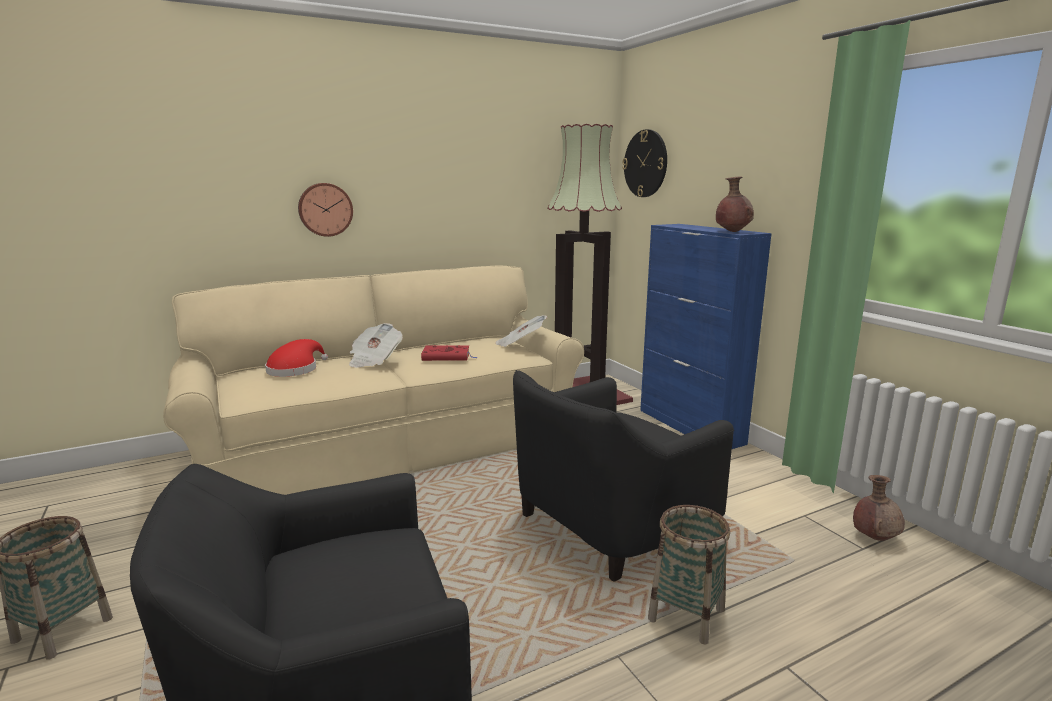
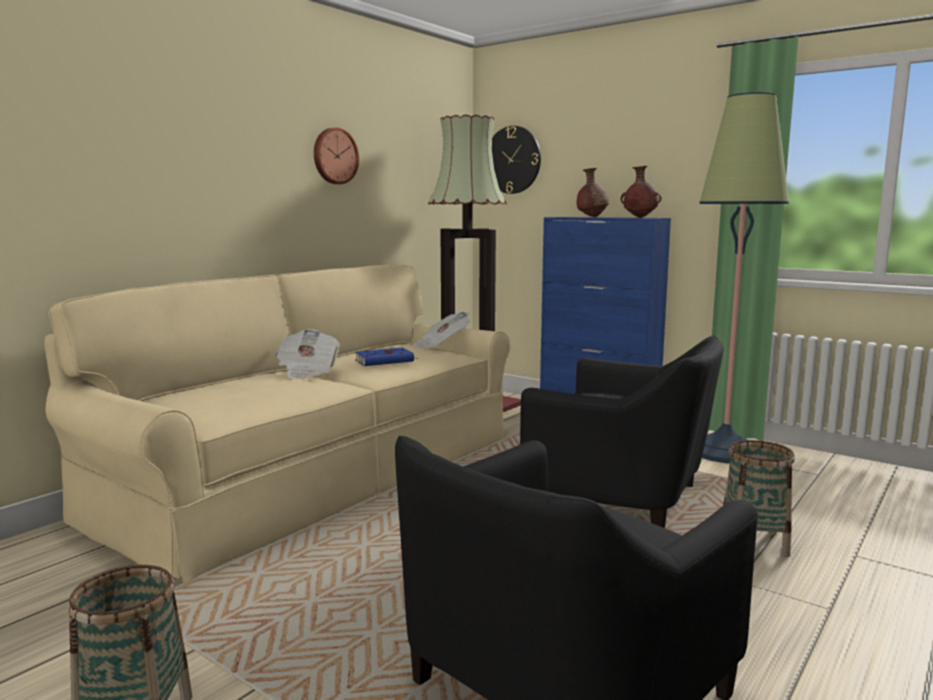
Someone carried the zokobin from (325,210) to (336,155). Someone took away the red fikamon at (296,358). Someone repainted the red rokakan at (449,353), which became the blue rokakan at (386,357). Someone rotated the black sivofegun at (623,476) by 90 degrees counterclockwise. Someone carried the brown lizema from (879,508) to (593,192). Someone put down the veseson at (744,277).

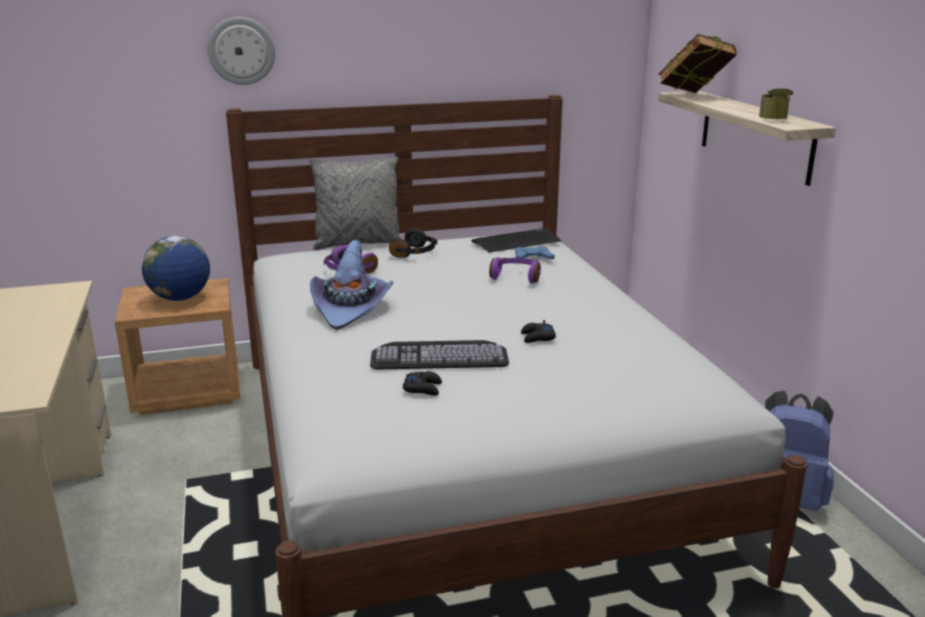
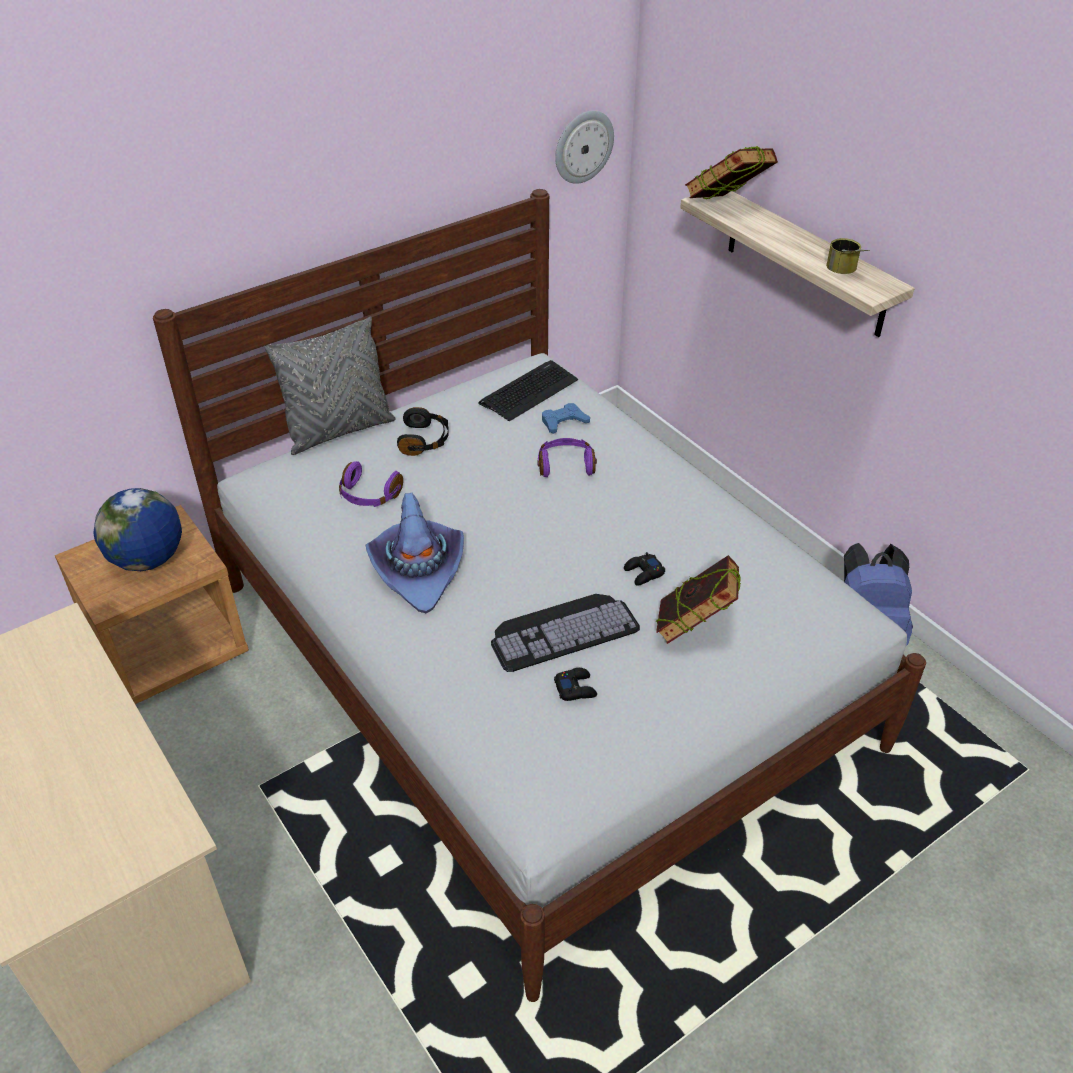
Someone carried the zokobin from (241,51) to (584,147). Someone put down the rokakan at (698,599).

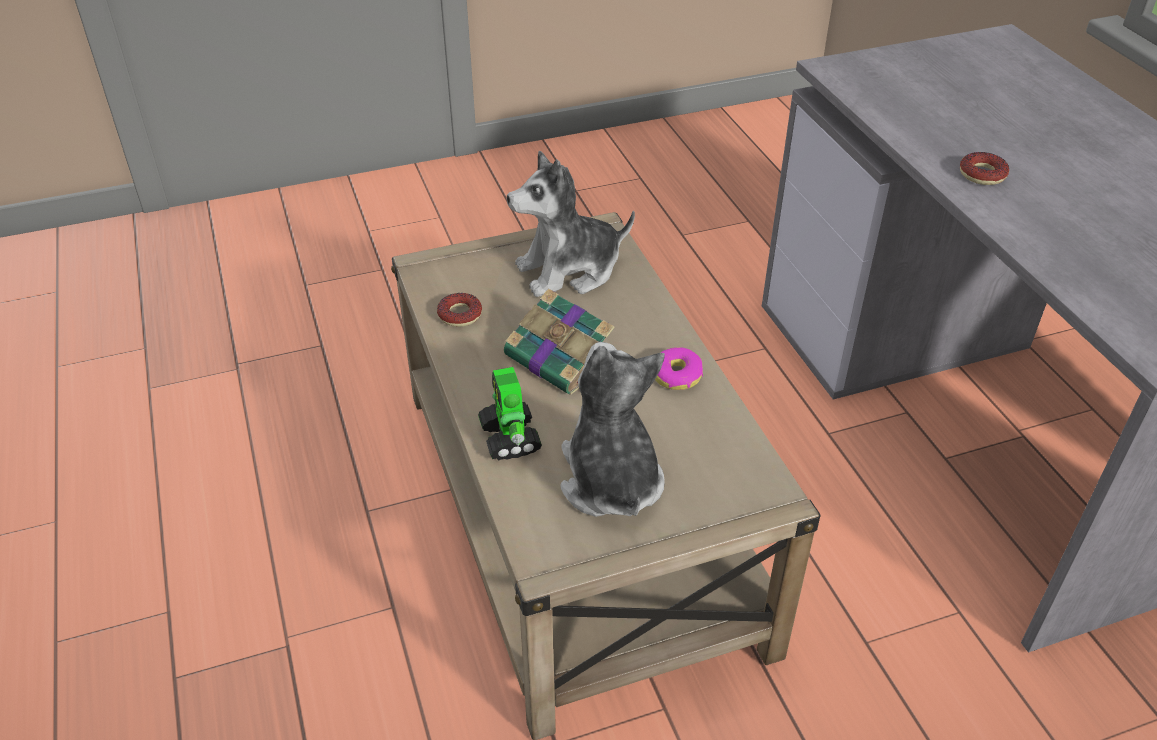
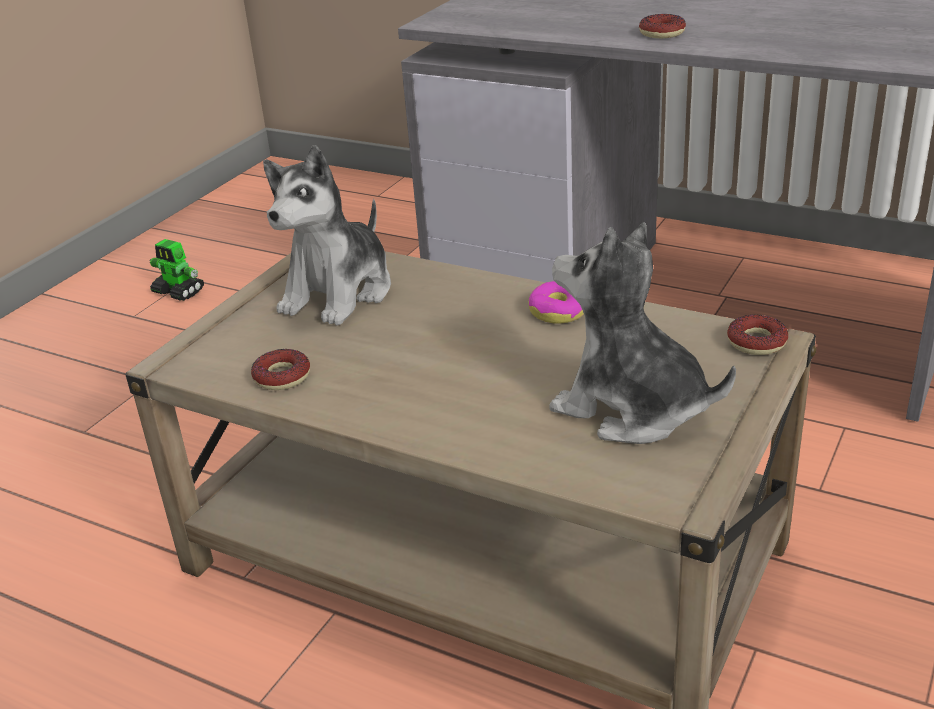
Someone took away the rokakan at (559,341). Someone carried the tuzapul from (510,414) to (176,270). Someone put down the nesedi at (757,335).

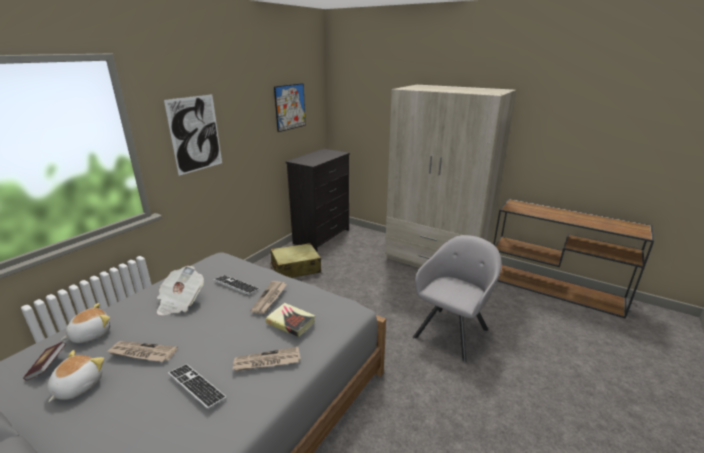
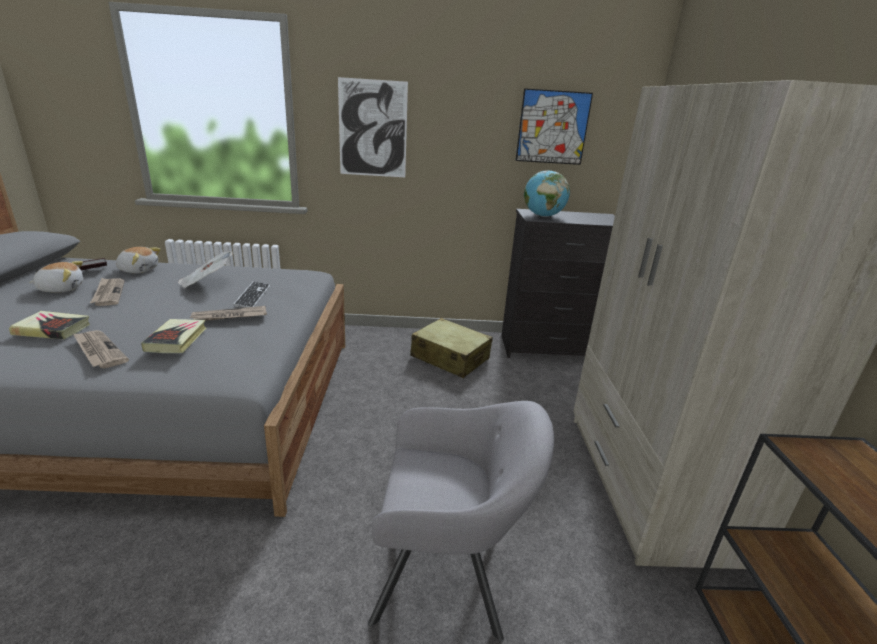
Someone swapped the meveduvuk at (197,387) for the rokakan at (49,325). Someone put down the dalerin at (547,193).

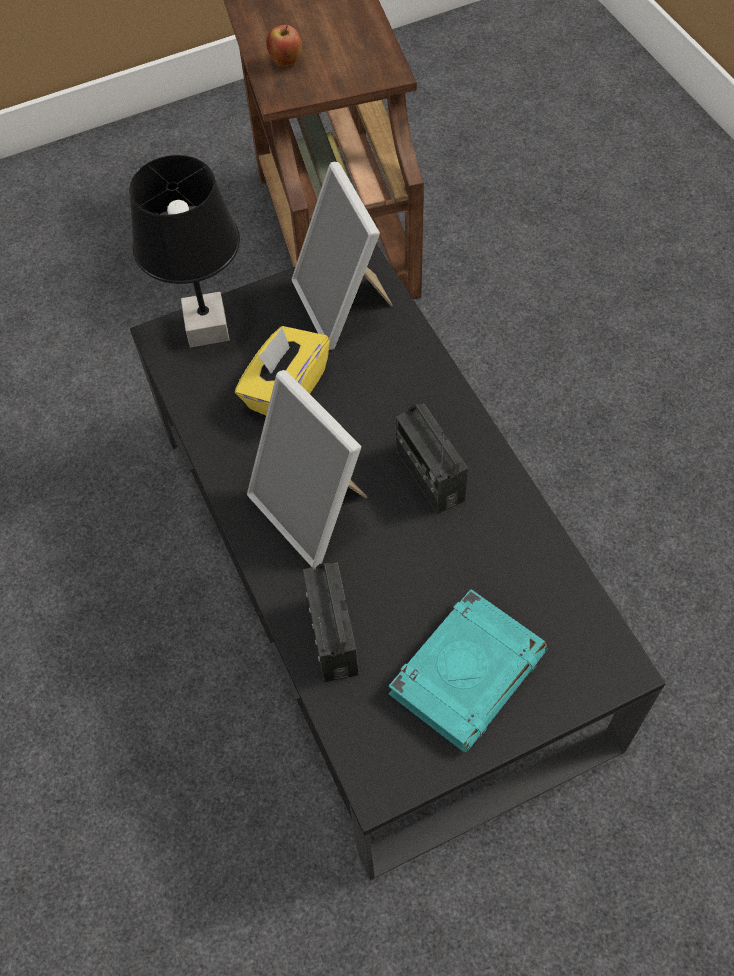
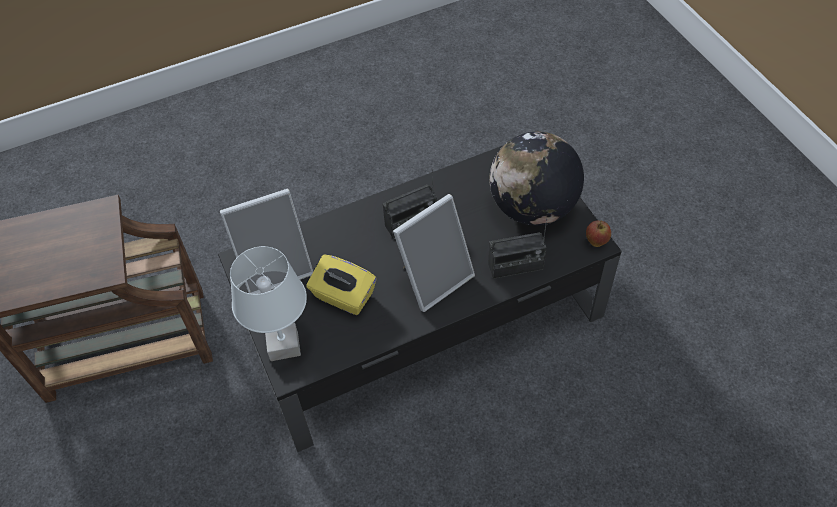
Someone carried the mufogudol from (284,46) to (598,233). Someone repainted the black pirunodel at (184,251), which became the white pirunodel at (268,303). Someone swapped the turquoise rokakan at (468,670) for the dalerin at (537,178).

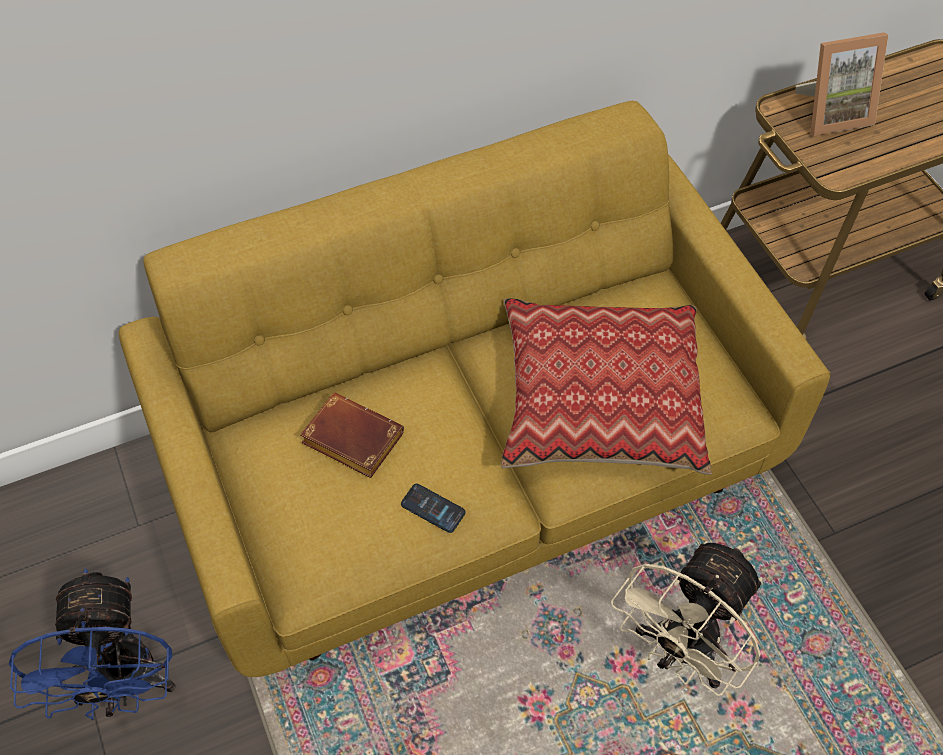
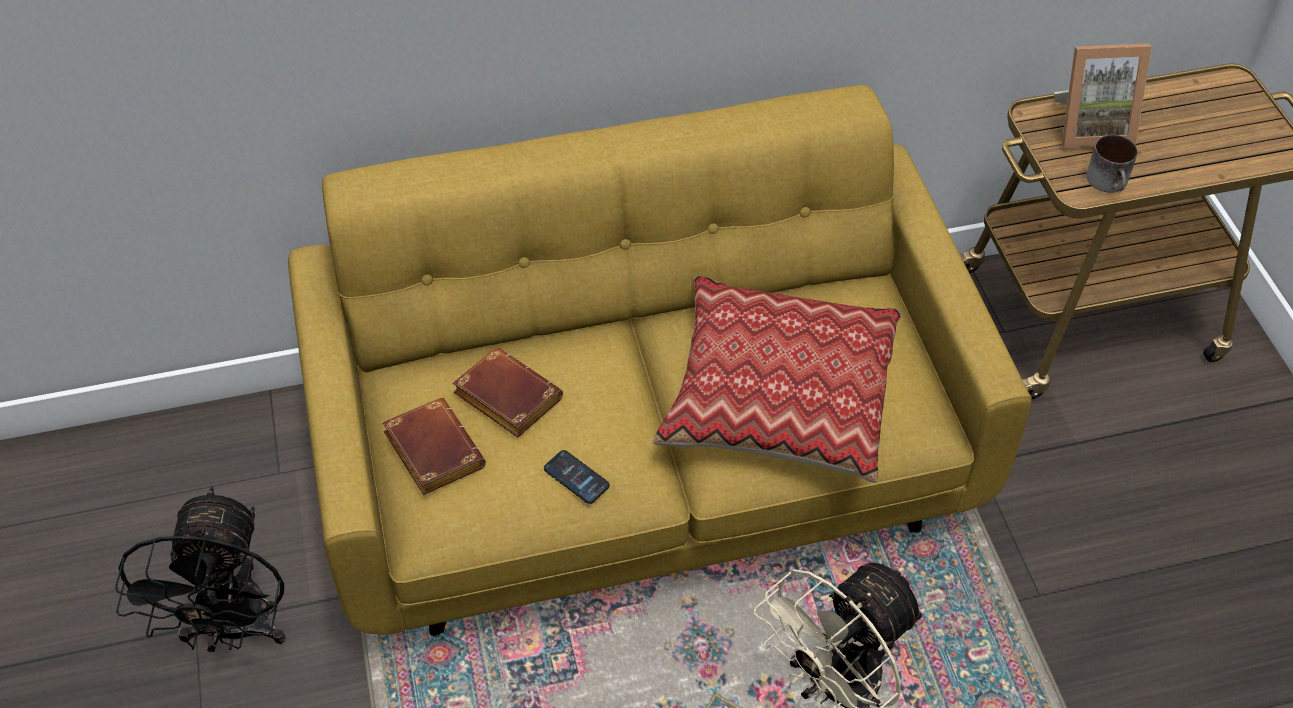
Someone repainted the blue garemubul at (92,644), which became the black garemubul at (200,569). Someone put down the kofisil at (1112,164). Someone put down the brown rokakan at (434,446).

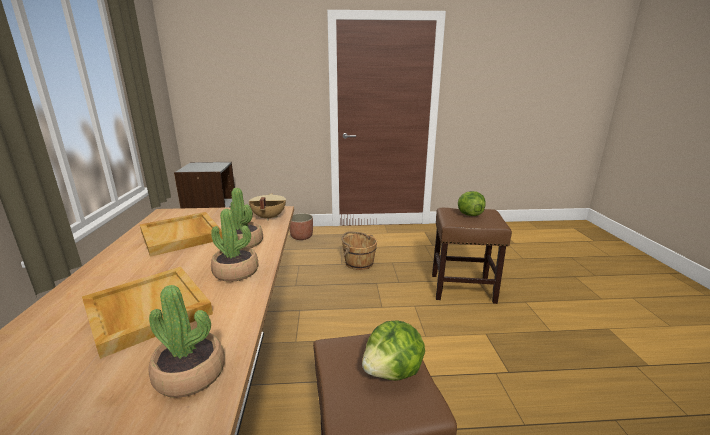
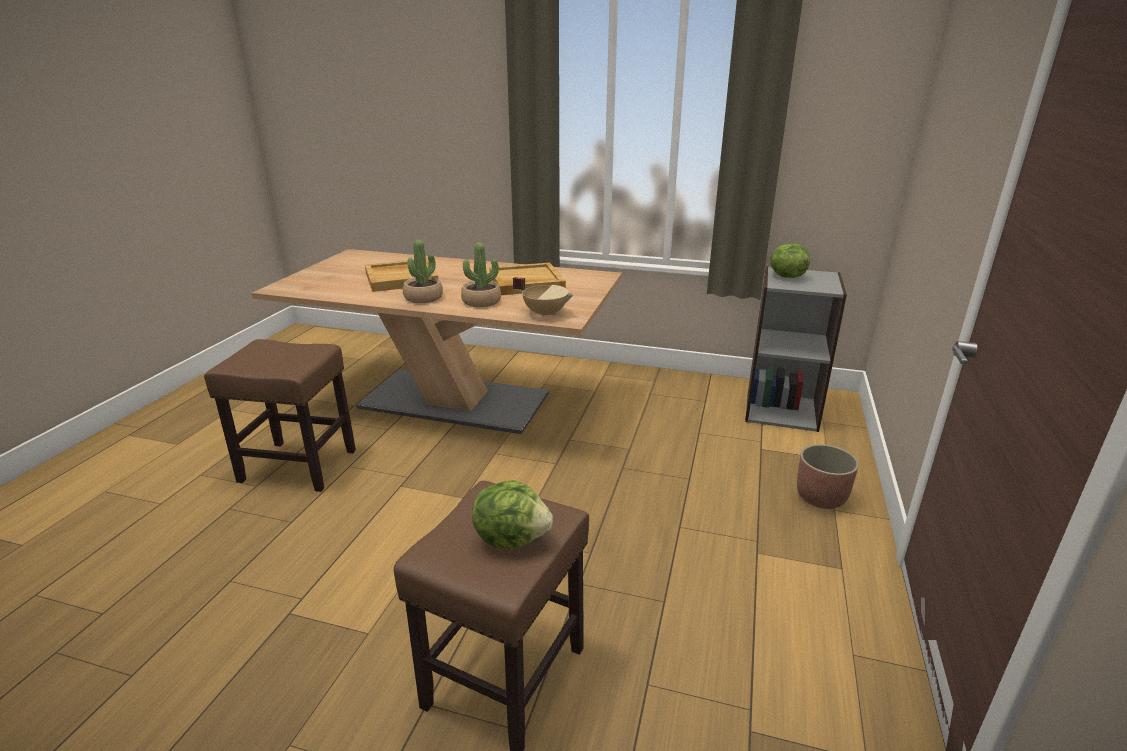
Someone took away the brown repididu at (359,250). Someone took away the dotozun at (186,341). Someone carried the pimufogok from (393,350) to (790,260).

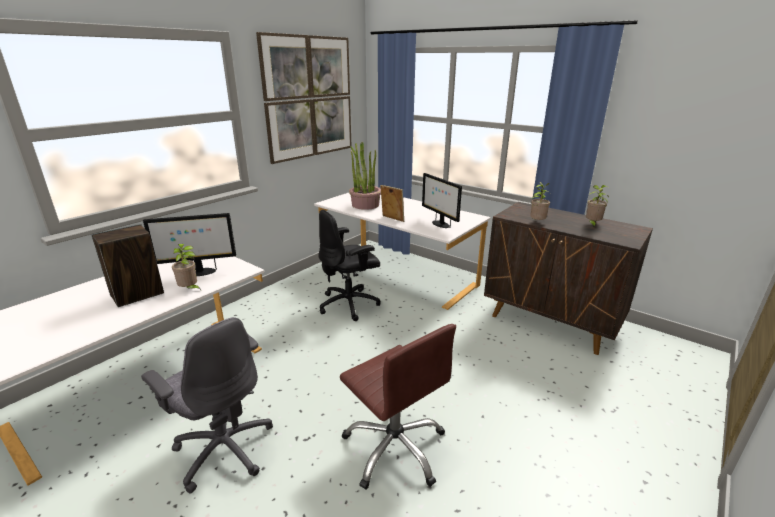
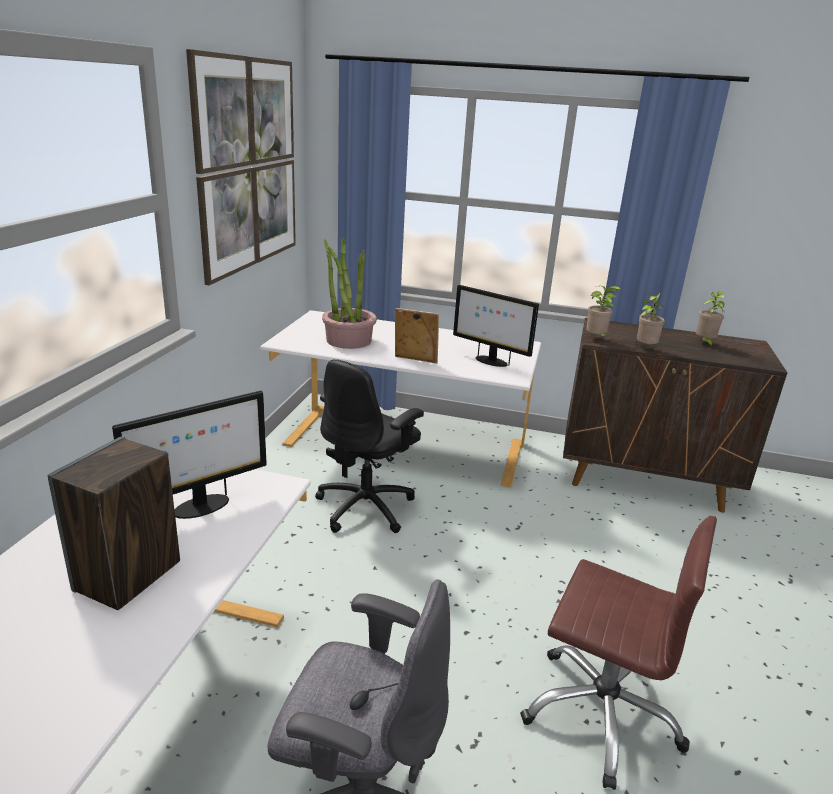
Someone carried the dotozun from (186,267) to (603,311).

